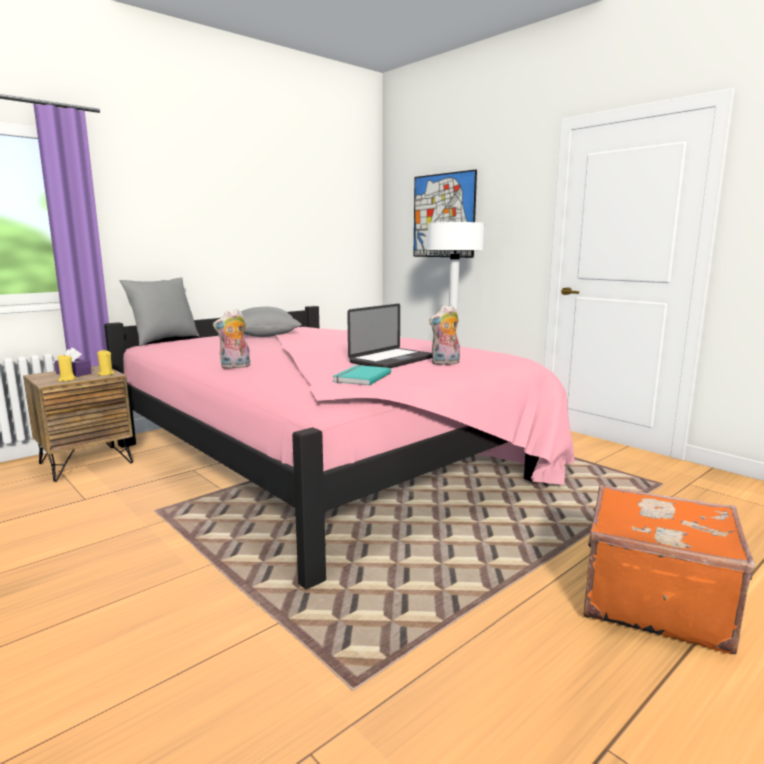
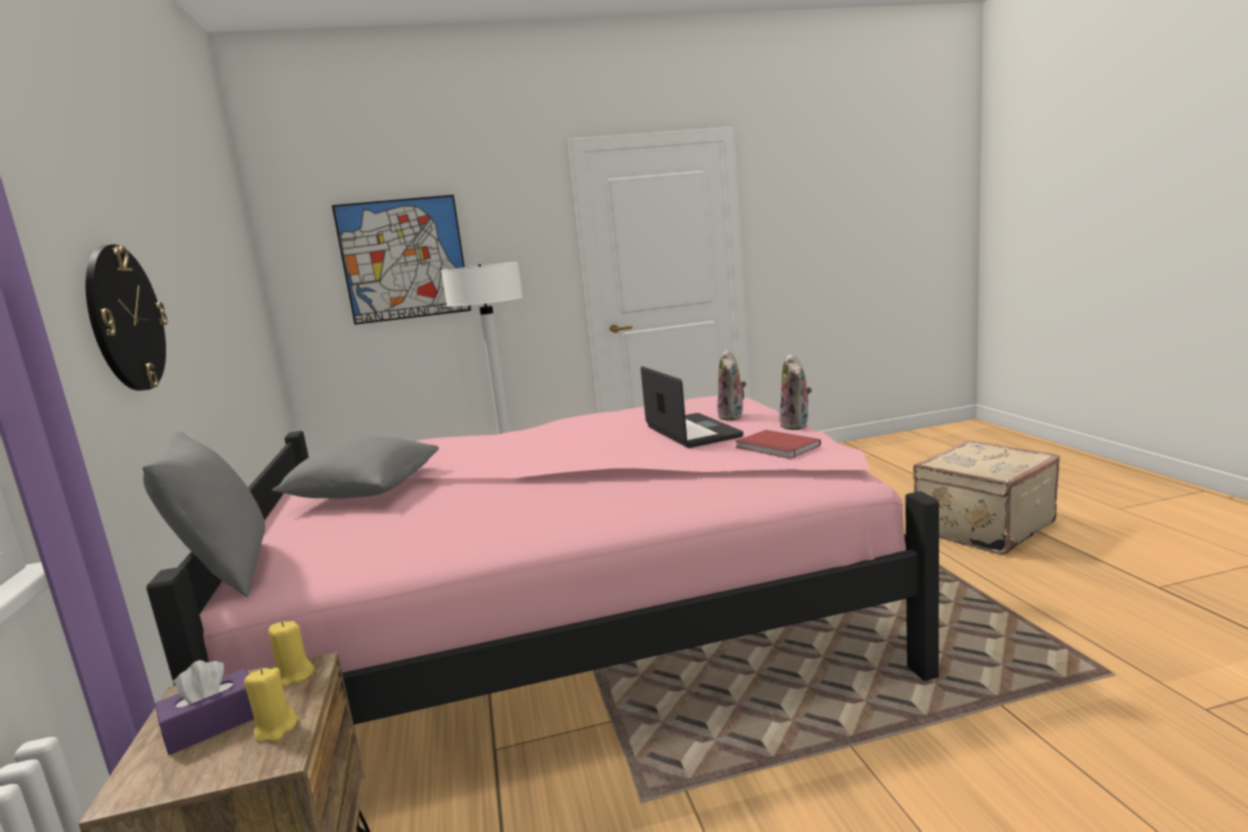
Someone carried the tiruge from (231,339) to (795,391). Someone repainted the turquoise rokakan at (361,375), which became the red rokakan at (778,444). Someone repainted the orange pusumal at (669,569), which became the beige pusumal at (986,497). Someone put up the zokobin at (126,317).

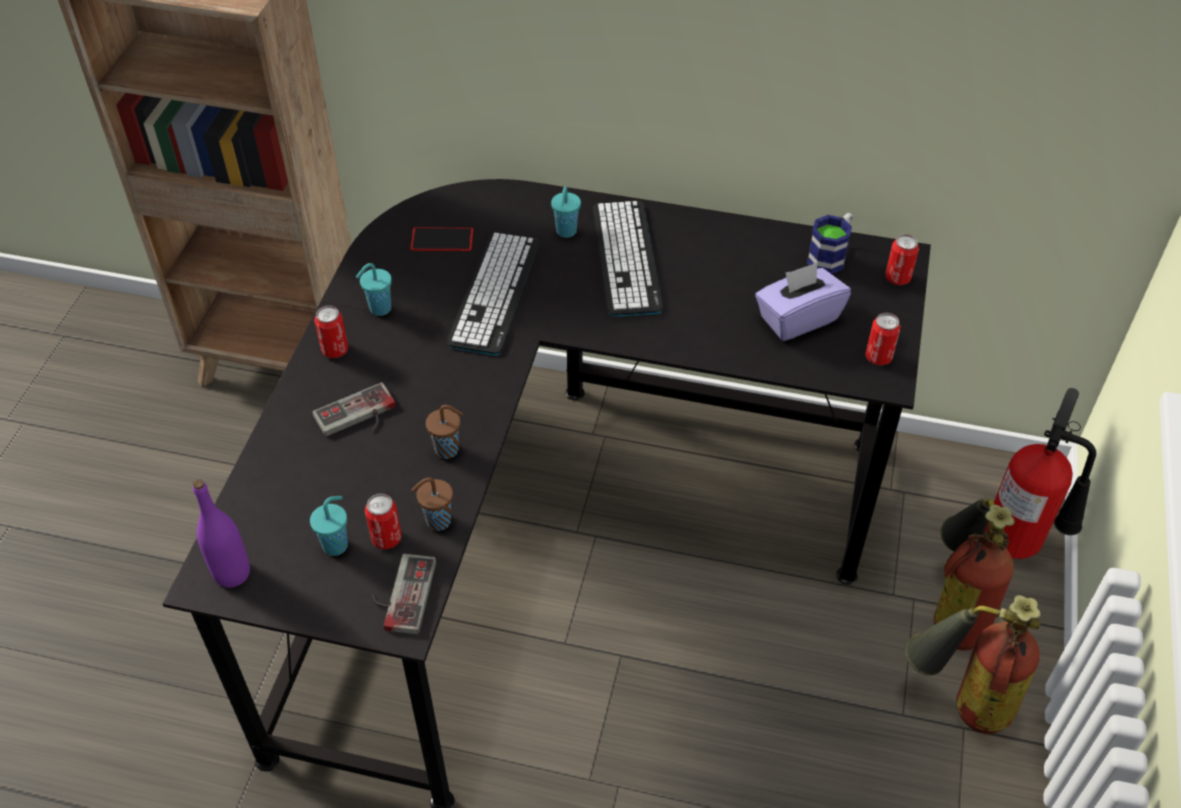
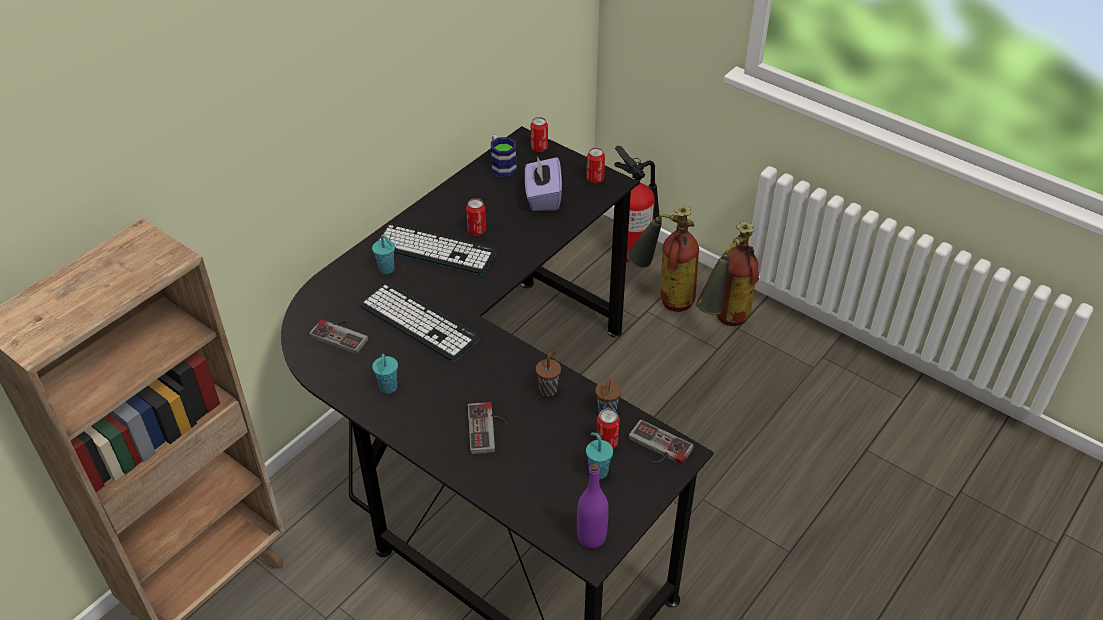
Someone swapped the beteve at (441,239) for the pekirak at (338,336). Someone carried the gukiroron from (331,332) to (476,216).

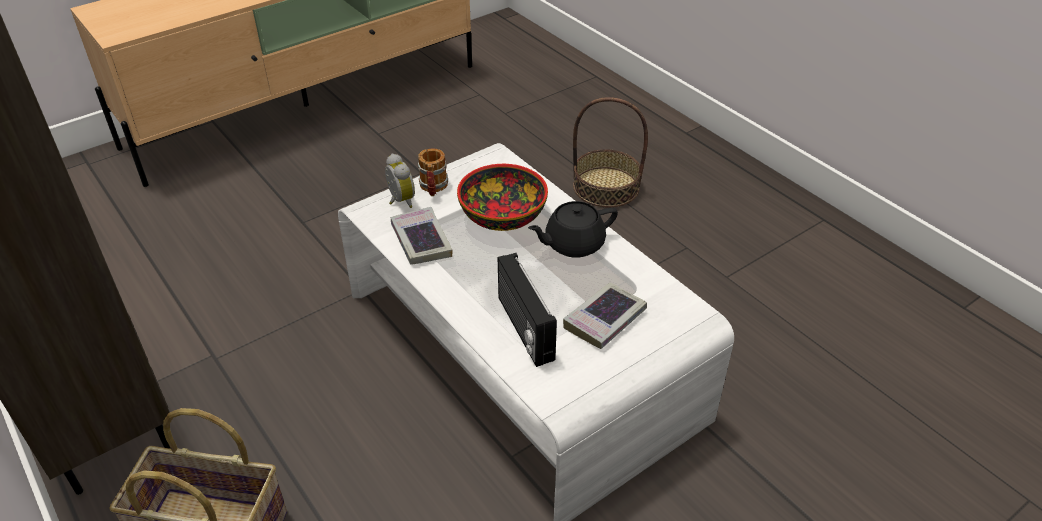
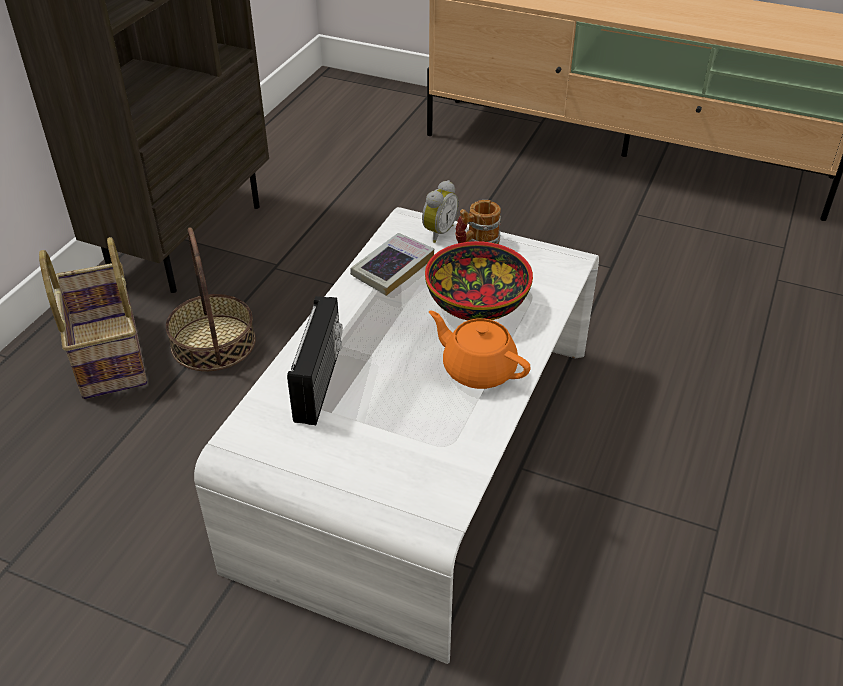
Someone carried the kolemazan from (610,152) to (211,299). Someone repainted the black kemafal at (573,229), which became the orange kemafal at (480,349). Someone rotated the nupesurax at (527,310) by 150 degrees clockwise. Someone took away the rokakan at (605,315).

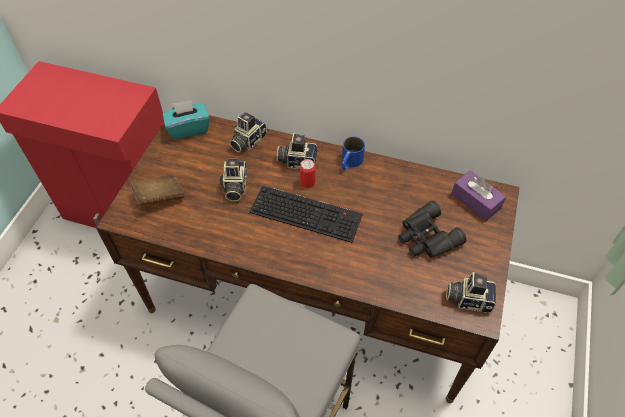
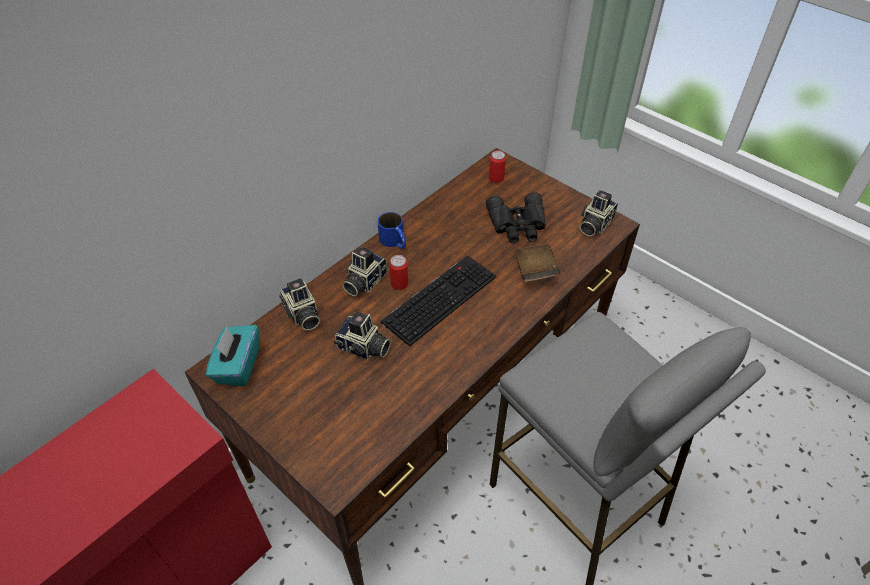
Someone swapped the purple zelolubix at (478,195) for the gukiroron at (497,167). Someone carried the brown rokakan from (157,190) to (537,263).

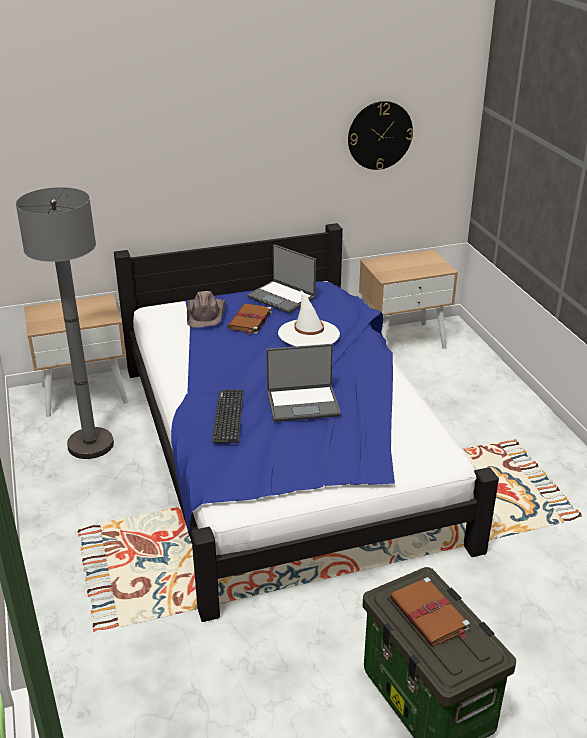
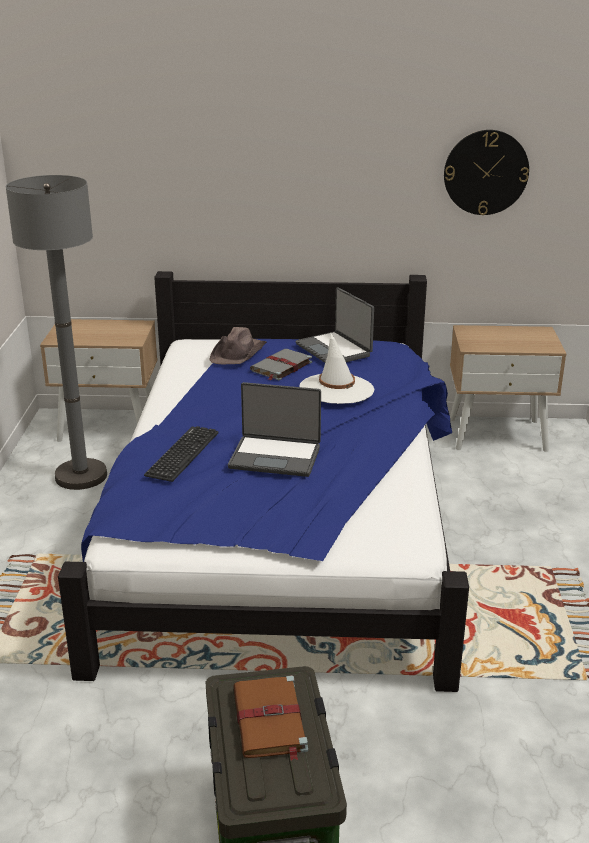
Someone repainted the brown rokakan at (249,319), which became the grey rokakan at (281,364).

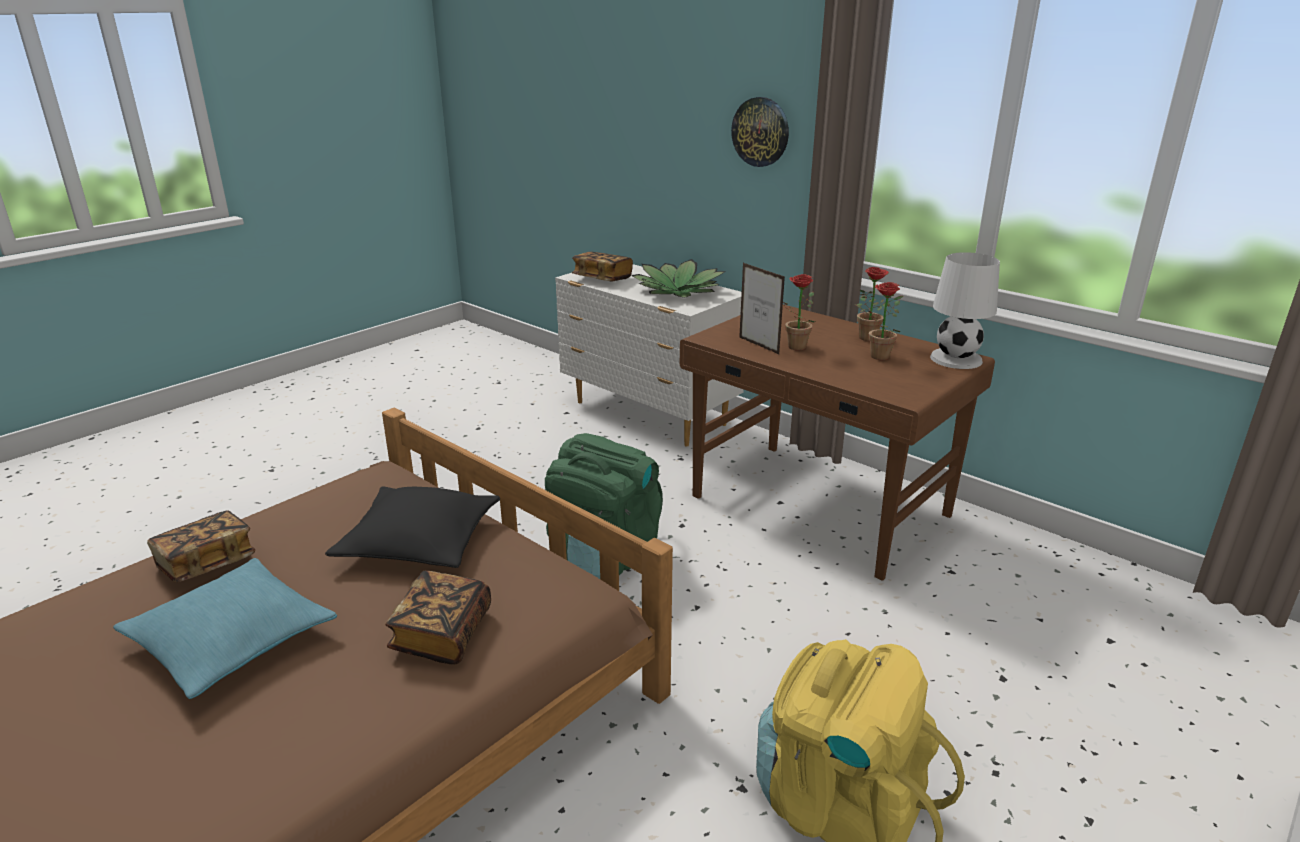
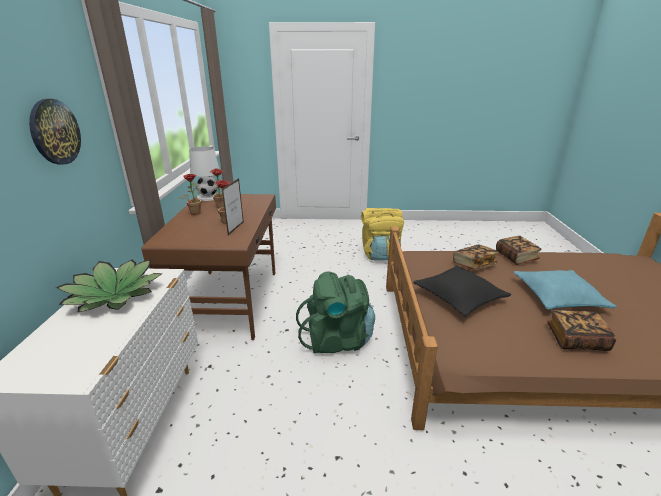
Someone carried the rokakan from (602,266) to (518,250).

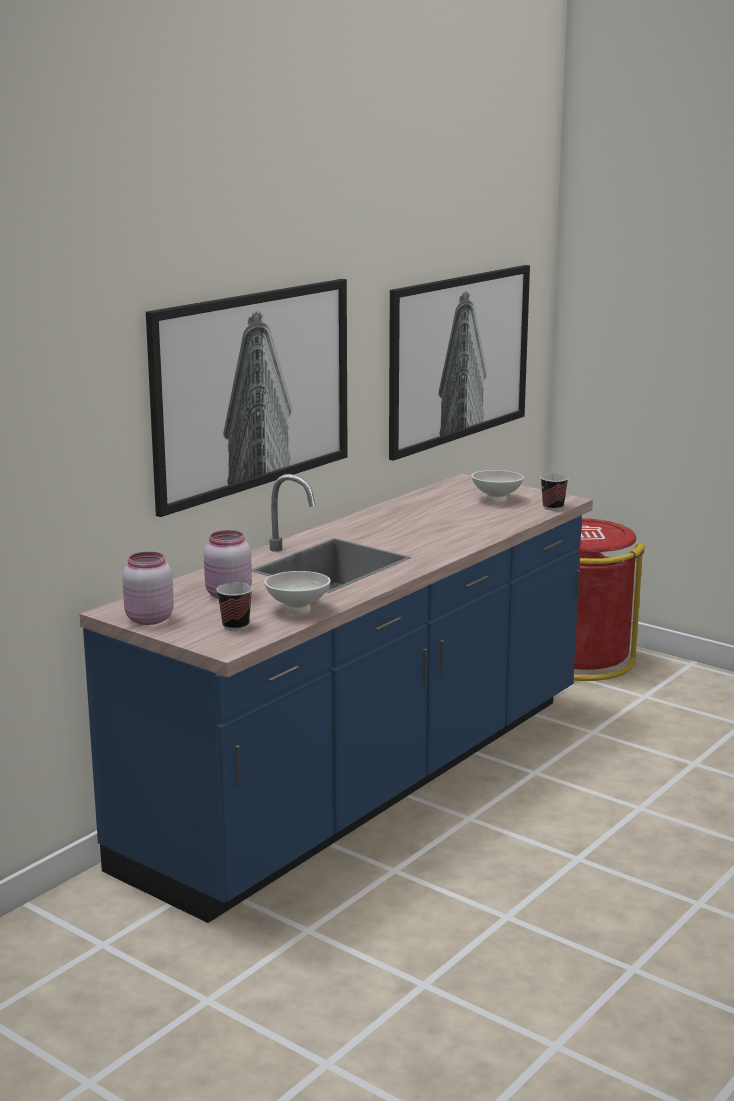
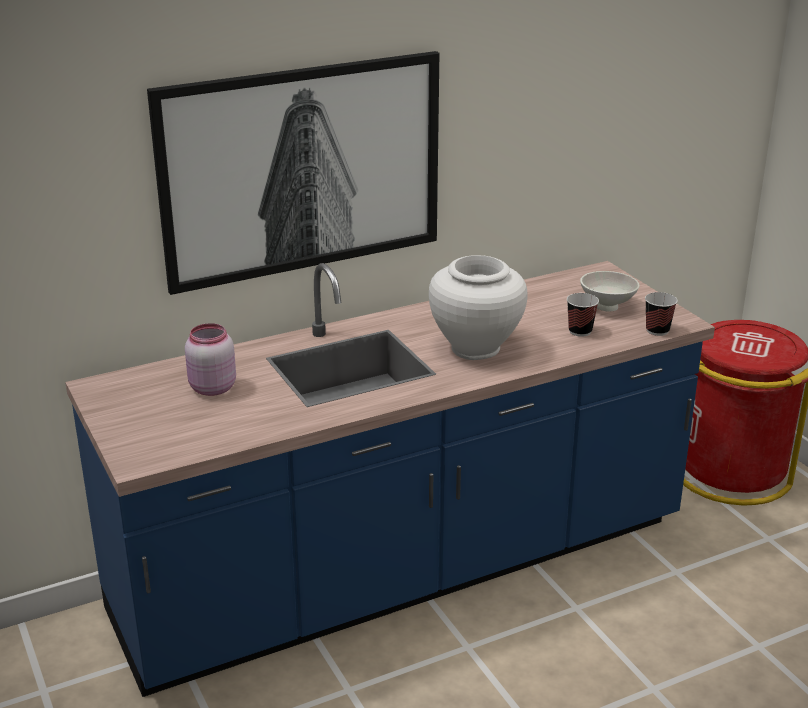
Someone took away the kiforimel at (459,363). Someone took away the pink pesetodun at (148,588). Someone took away the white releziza at (297,592). Someone carried the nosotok from (235,607) to (583,315). Someone put down the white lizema at (478,307).

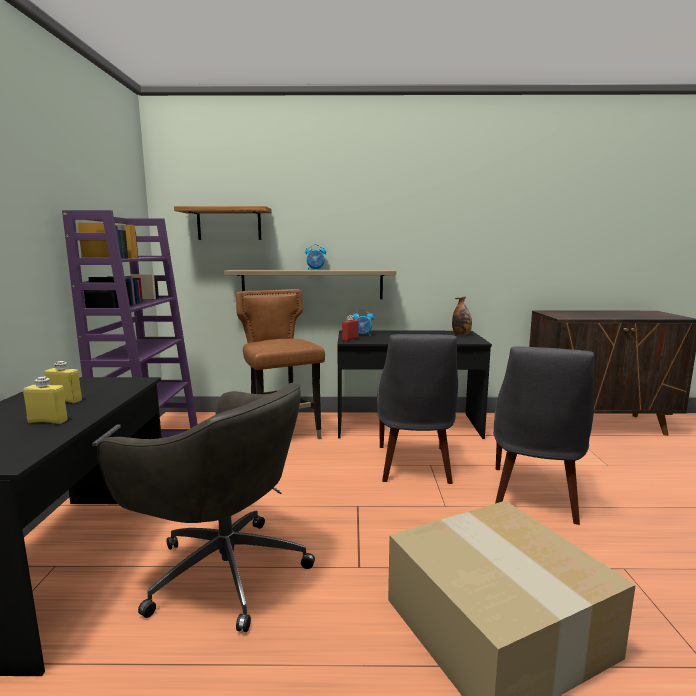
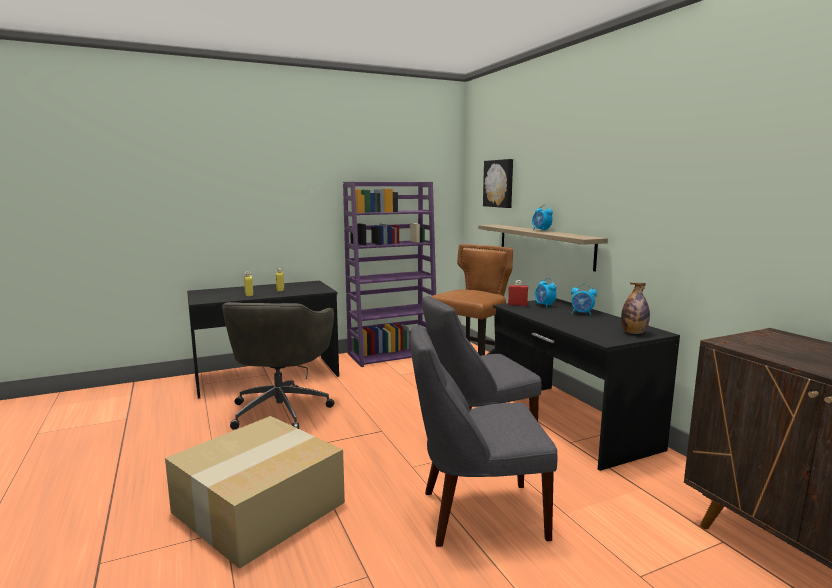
Someone swapped the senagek at (223,223) for the kiforimel at (498,183). Someone put down the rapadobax at (584,299).

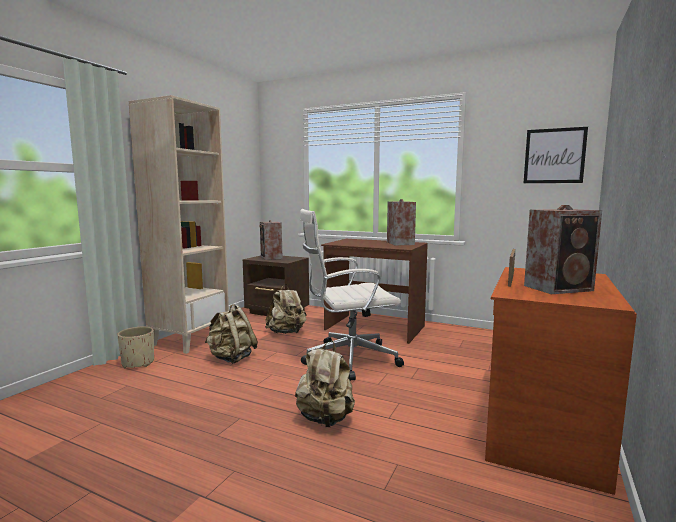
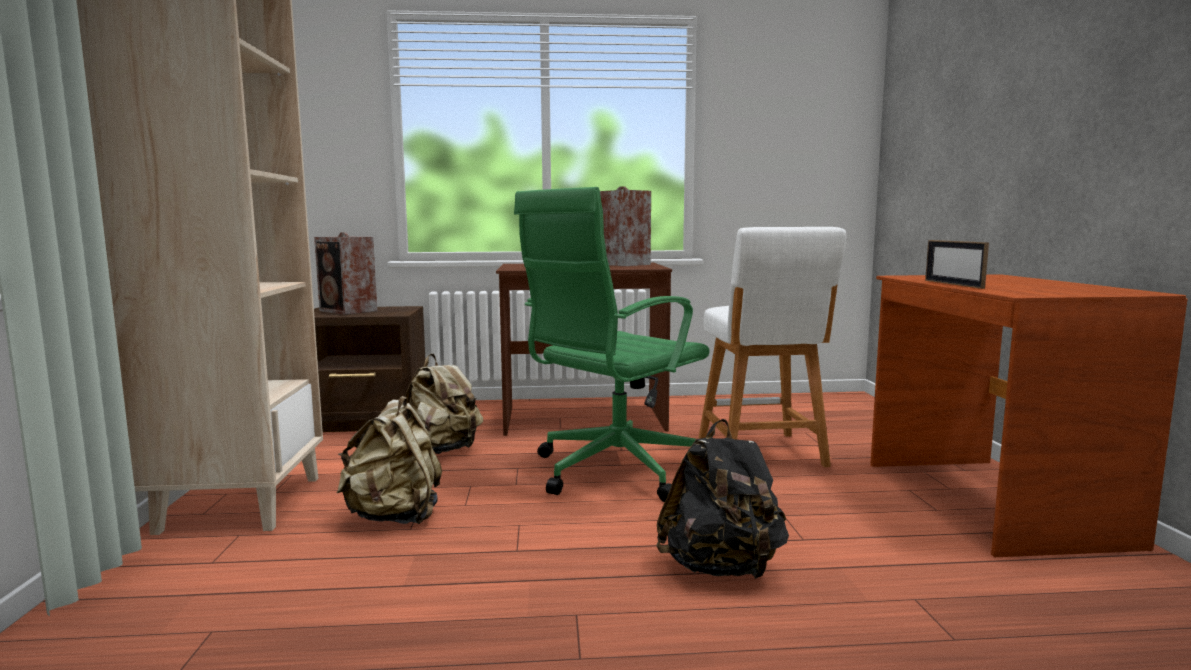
Someone took away the kiforimel at (556,155). Someone took away the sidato at (563,249). Someone repainted the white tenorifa at (352,295), which became the green tenorifa at (612,344). Someone took away the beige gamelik at (135,347). Someone repainted the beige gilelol at (325,384), which became the black gilelol at (722,499). Someone put down the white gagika at (772,347).

